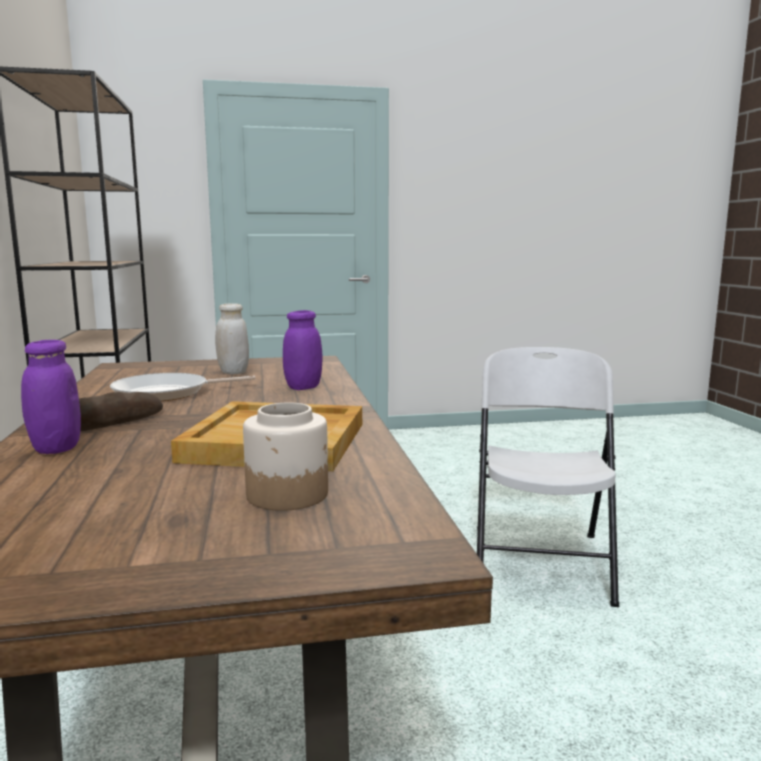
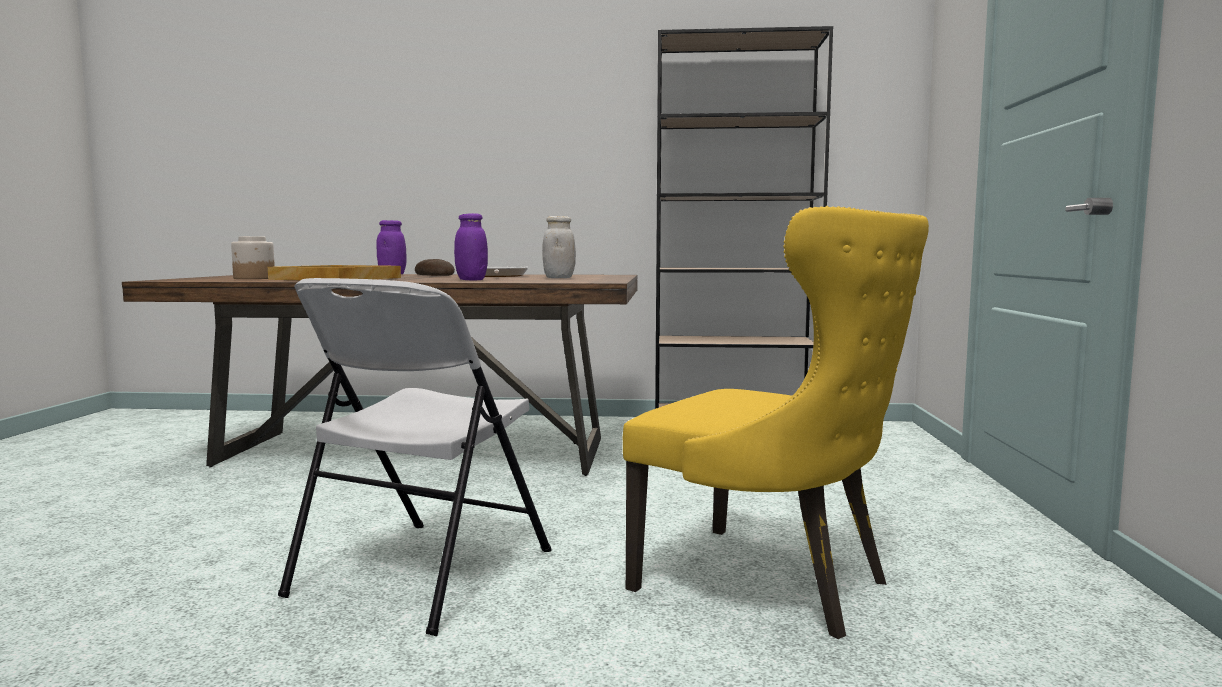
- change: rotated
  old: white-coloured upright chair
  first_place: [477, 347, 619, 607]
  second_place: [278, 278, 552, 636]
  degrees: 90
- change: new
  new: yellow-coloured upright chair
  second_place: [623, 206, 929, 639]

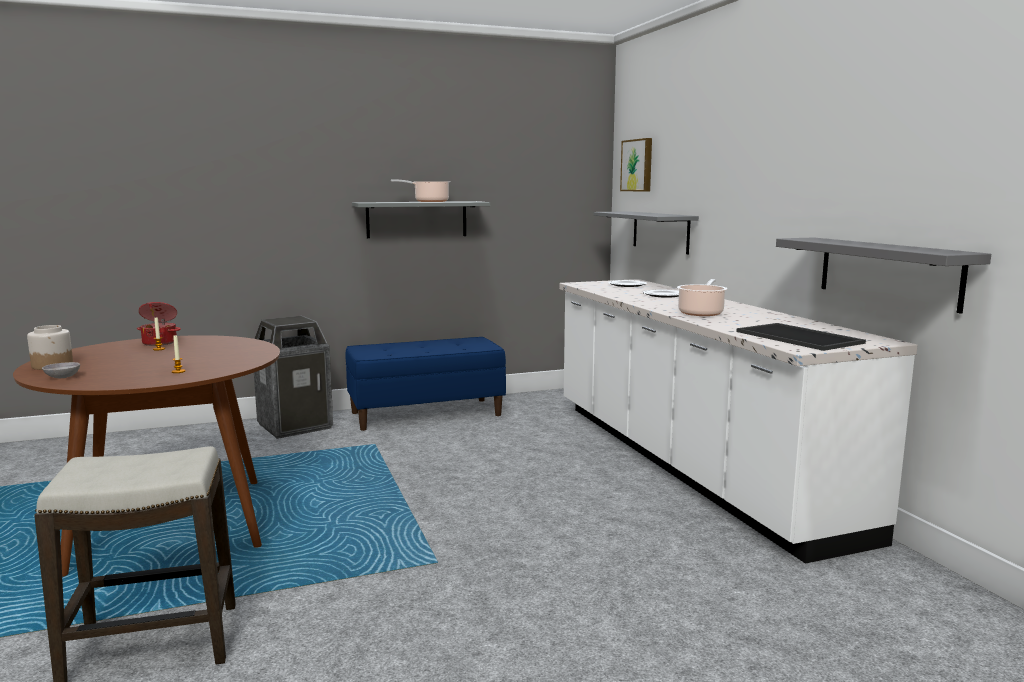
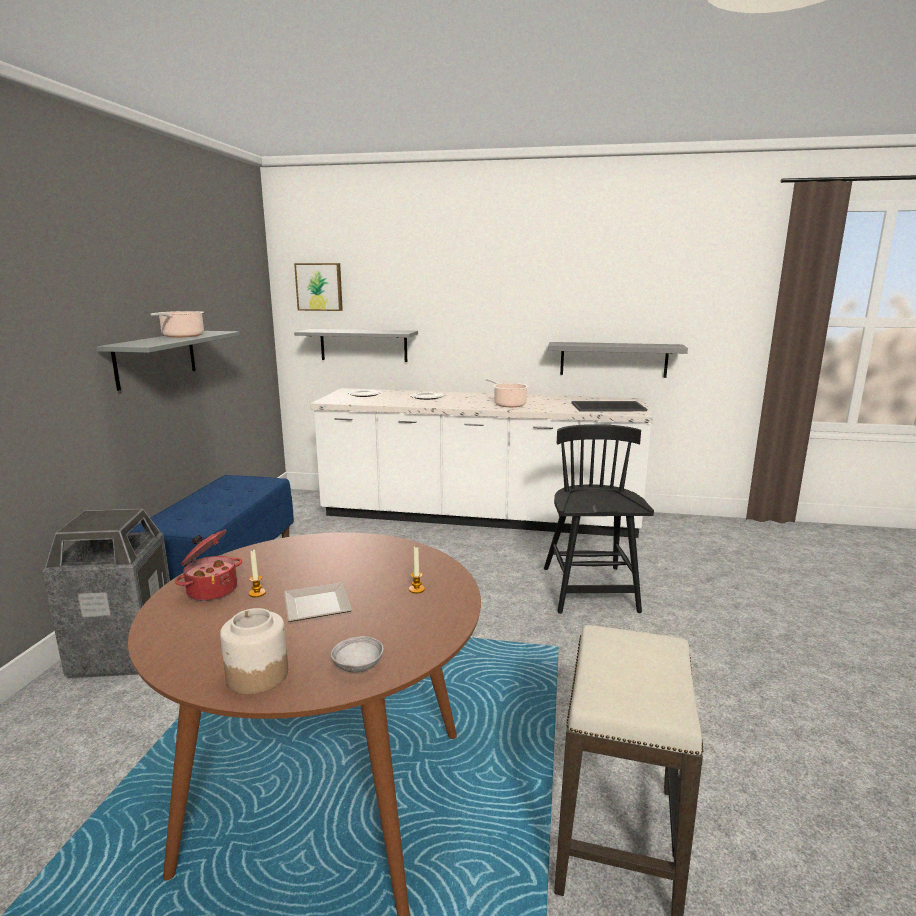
- change: new
  new: flat dish
  second_place: [284, 582, 352, 622]
- change: new
  new: blackish upright chair
  second_place: [544, 424, 654, 614]

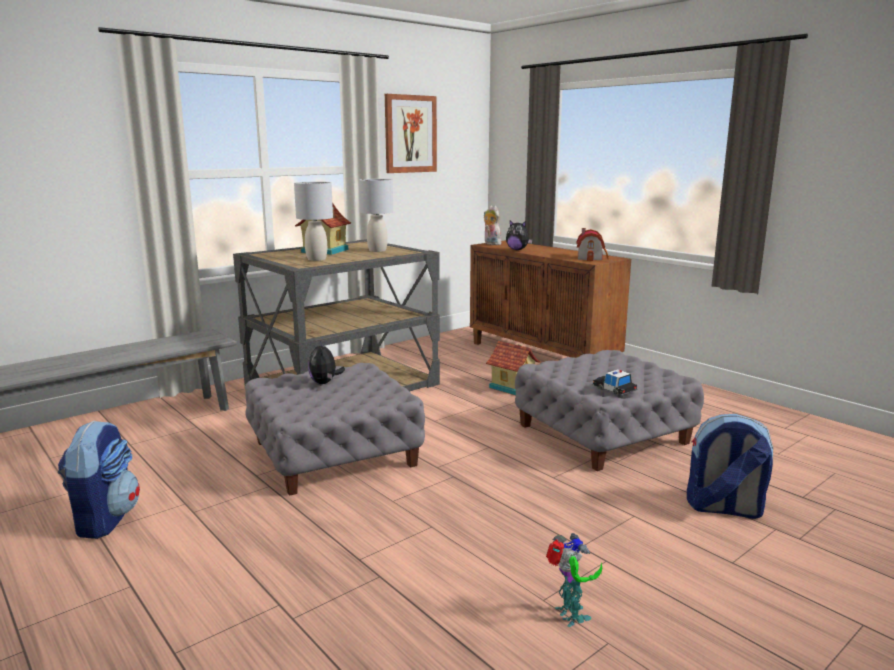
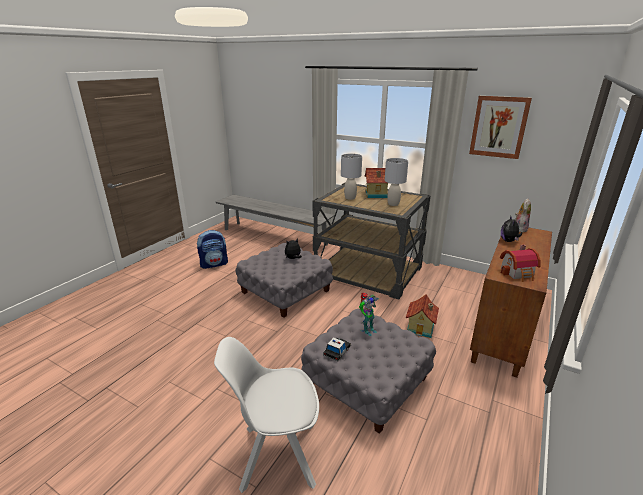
- change: swapped
  old: knapsack
  new: white-coloured upright chair
  first_place: [687, 414, 774, 519]
  second_place: [214, 337, 319, 493]
- change: shifted
  old: model robot
  first_place: [546, 533, 602, 627]
  second_place: [359, 293, 379, 336]

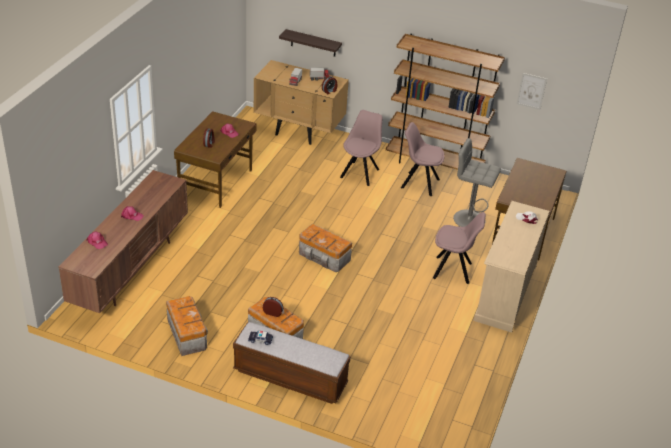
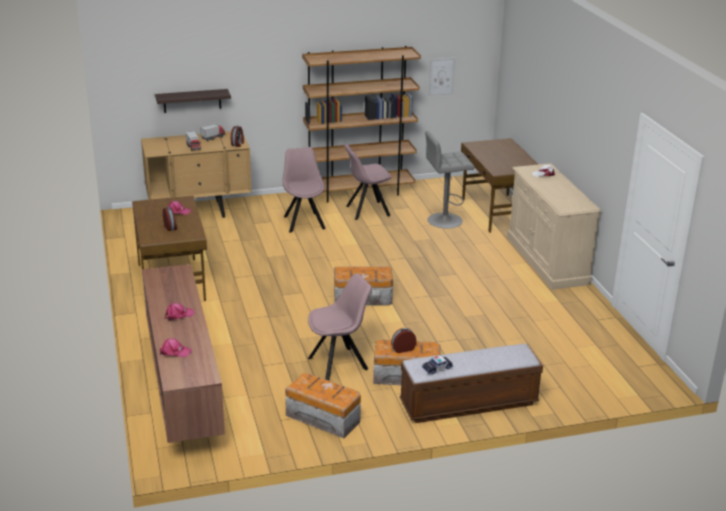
- change: shifted
  old: pink-coloured upright chair
  first_place: [433, 212, 486, 284]
  second_place: [308, 273, 372, 381]

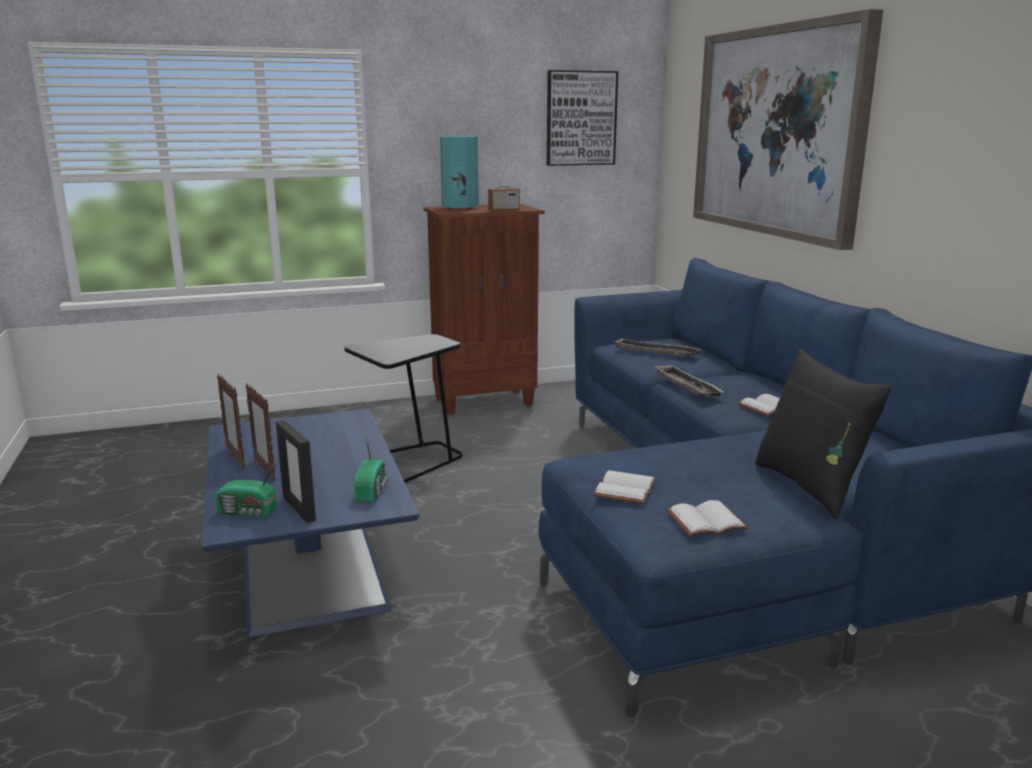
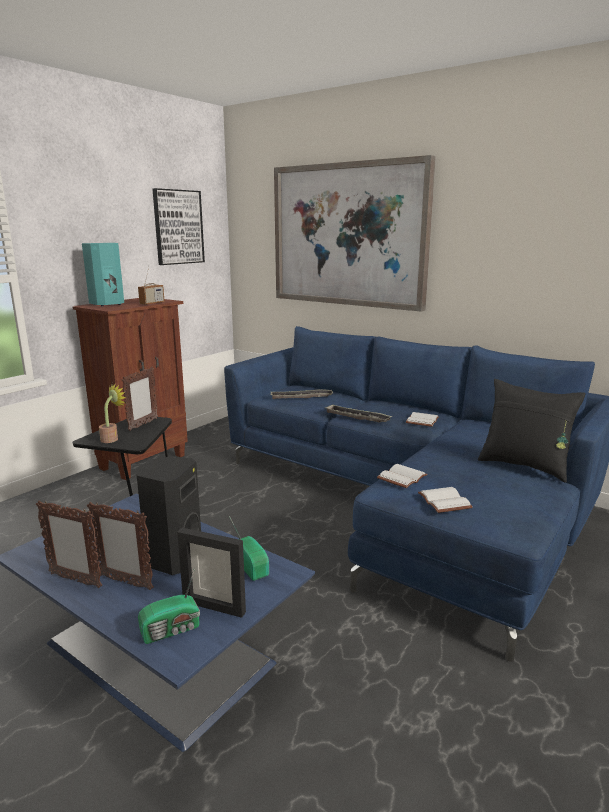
- change: new
  new: potted plant
  second_place: [99, 383, 126, 443]
- change: new
  new: picture frame
  second_place: [122, 366, 158, 431]
- change: new
  new: blackish audio speaker
  second_place: [136, 457, 201, 575]
- change: shifted
  old: white-coloured book
  first_place: [667, 500, 748, 536]
  second_place: [377, 464, 427, 488]

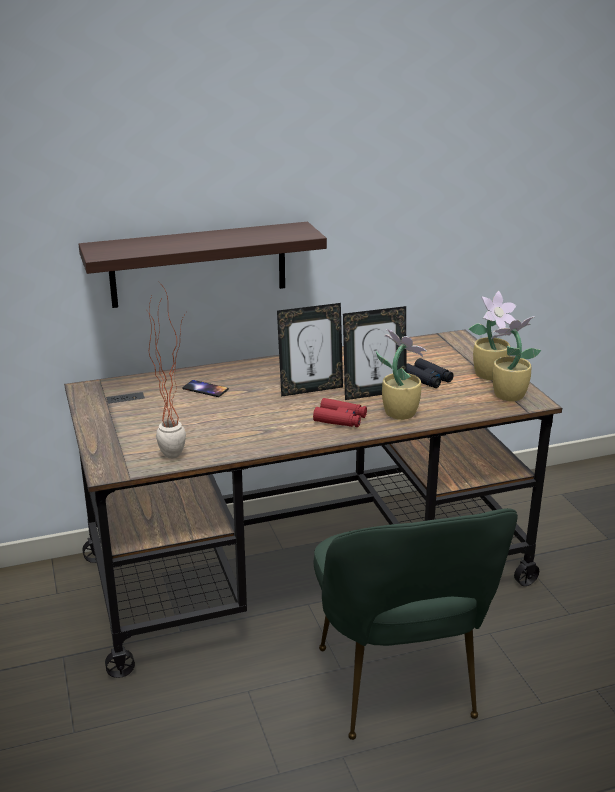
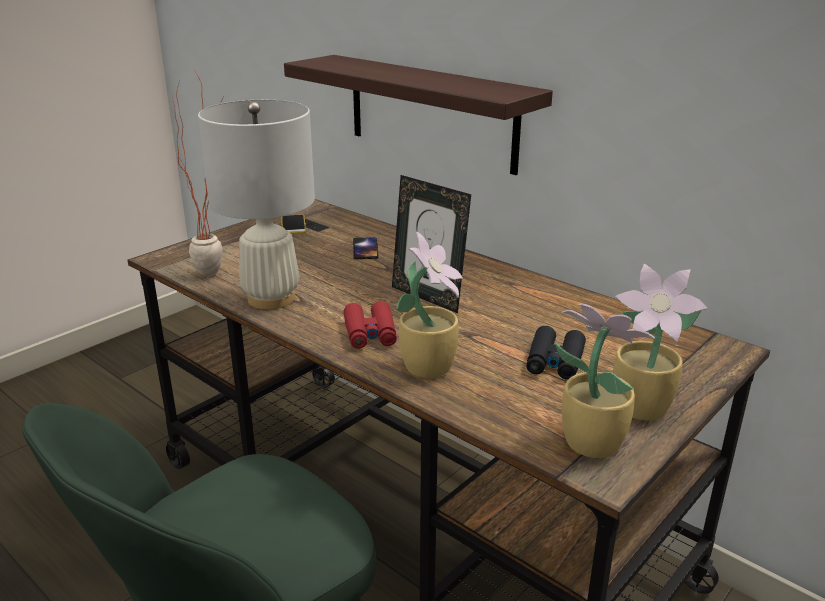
- change: new
  new: white-coloured lamp for a table
  second_place: [198, 100, 315, 310]
- change: new
  new: phone
  second_place: [281, 215, 306, 234]
- change: gone
  old: picture frame
  first_place: [343, 306, 406, 400]

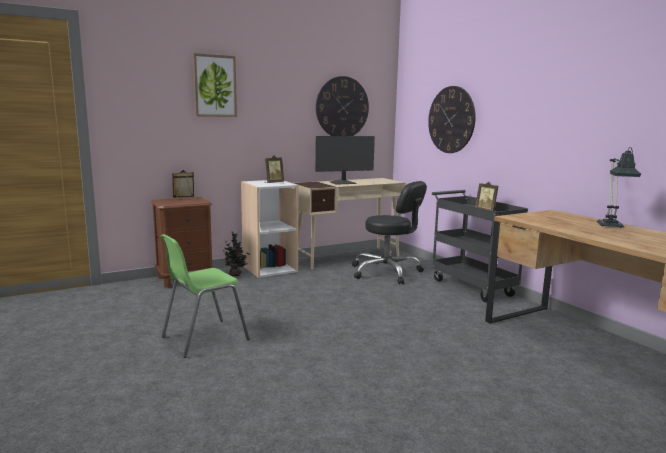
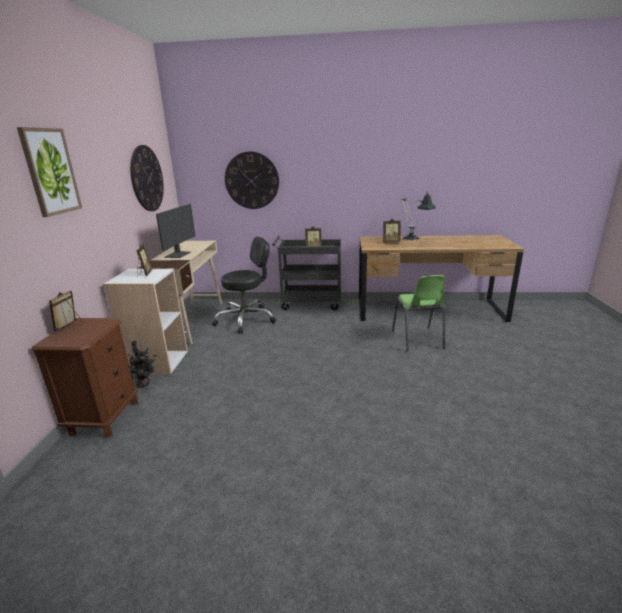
- change: new
  new: picture frame
  second_place: [383, 219, 401, 243]
- change: shifted
  old: greenish upright chair
  first_place: [161, 234, 250, 358]
  second_place: [392, 275, 445, 352]

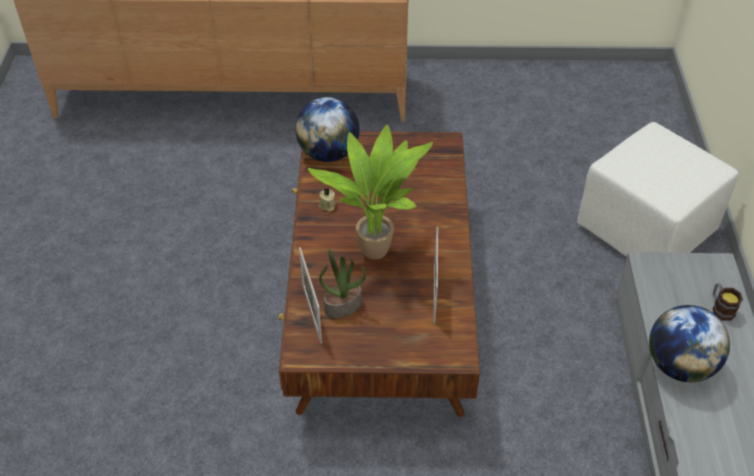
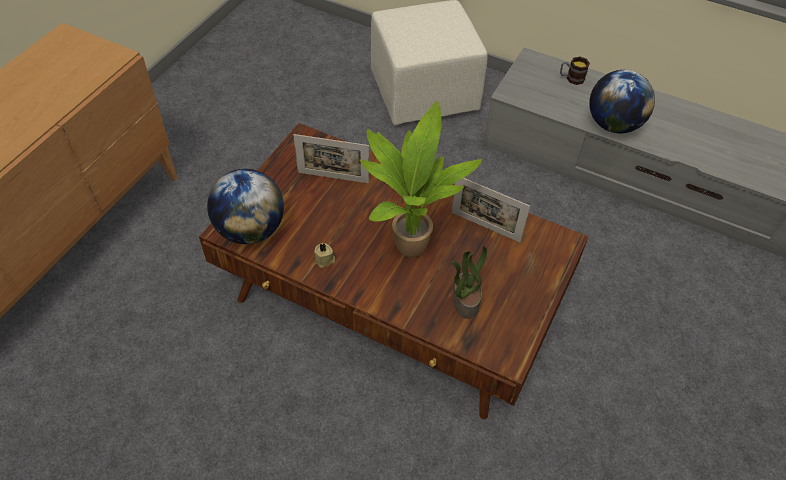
- change: shifted
  old: picture frame
  first_place: [299, 247, 322, 344]
  second_place: [293, 134, 369, 183]

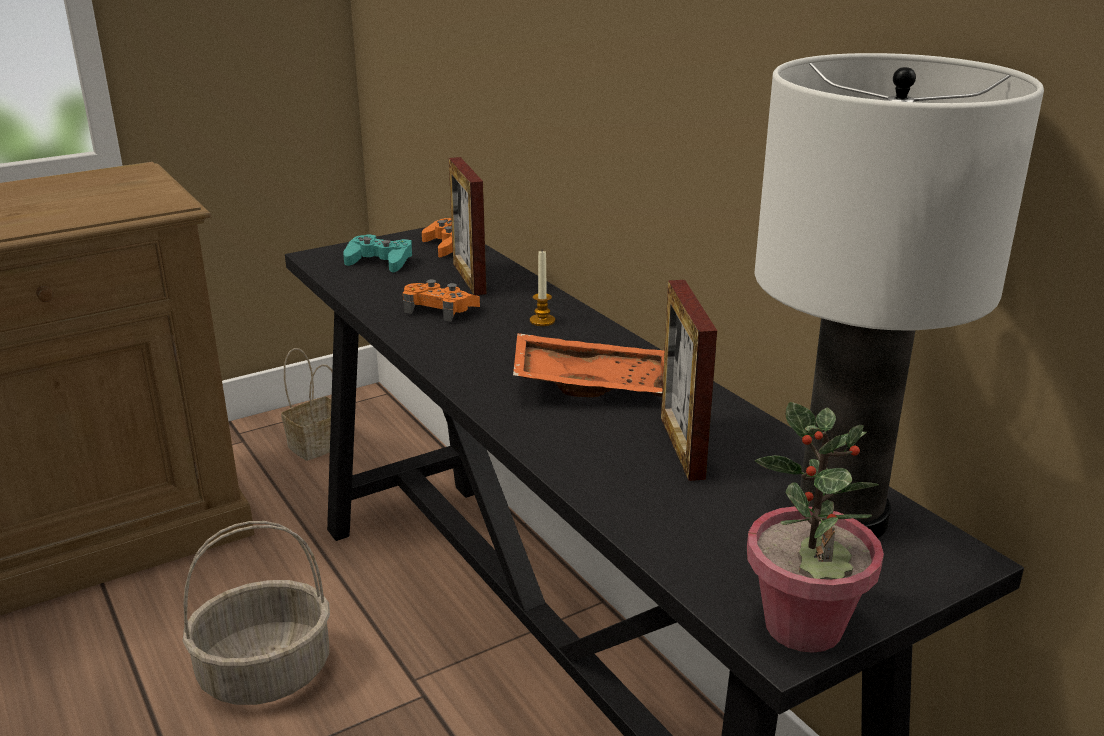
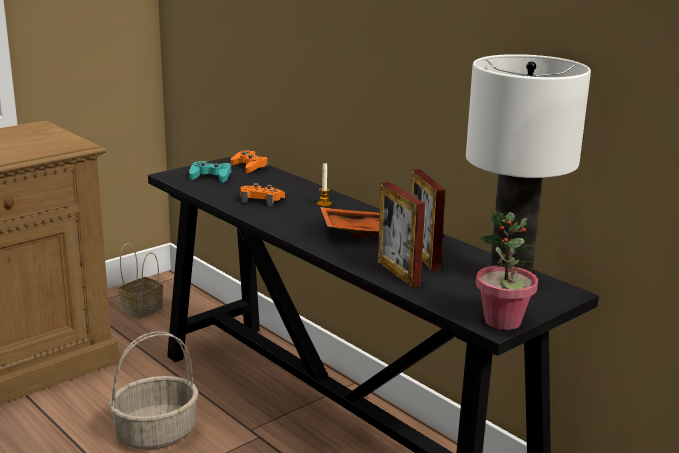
- change: shifted
  old: picture frame
  first_place: [449, 157, 486, 295]
  second_place: [378, 182, 425, 288]

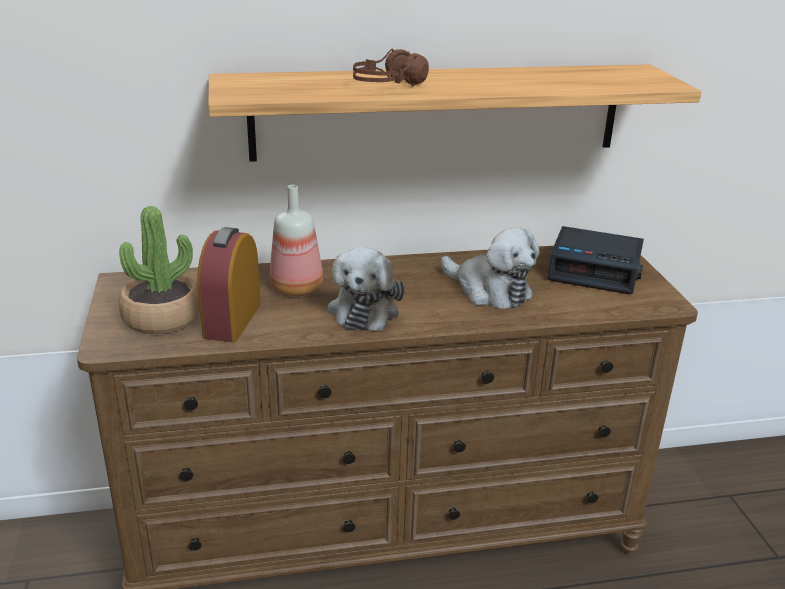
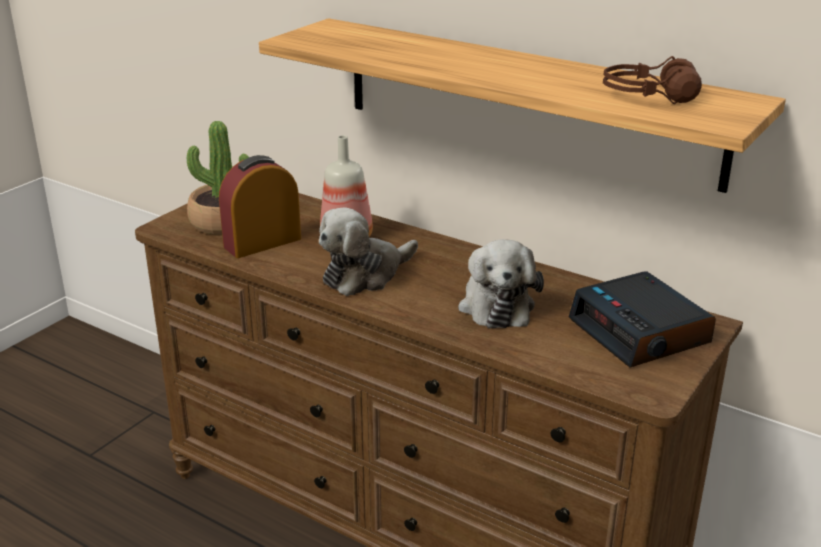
- change: shifted
  old: brown-coloured headphones
  first_place: [353, 49, 429, 86]
  second_place: [603, 56, 702, 104]

